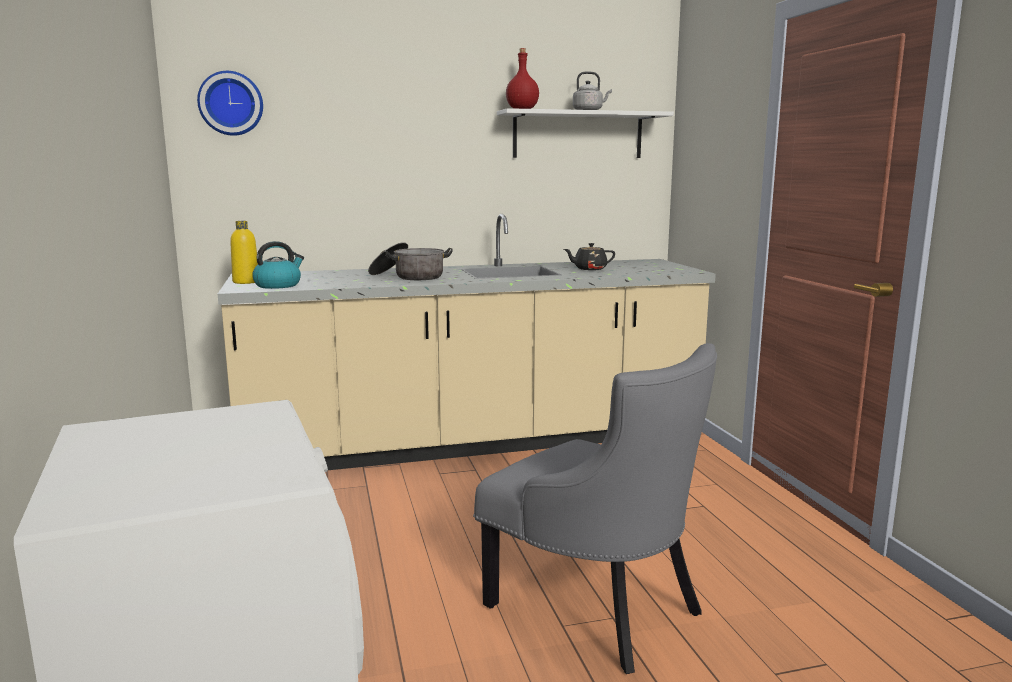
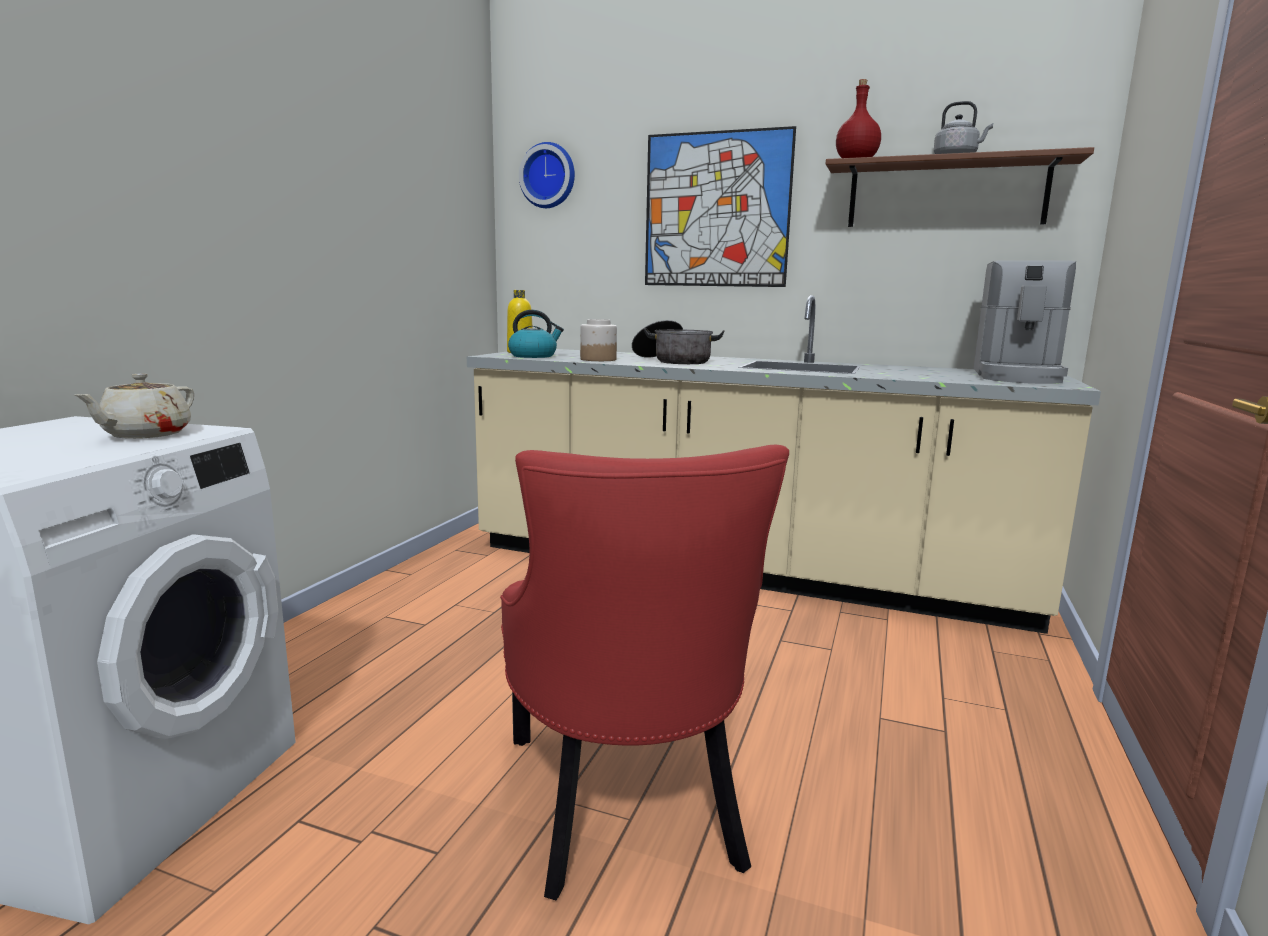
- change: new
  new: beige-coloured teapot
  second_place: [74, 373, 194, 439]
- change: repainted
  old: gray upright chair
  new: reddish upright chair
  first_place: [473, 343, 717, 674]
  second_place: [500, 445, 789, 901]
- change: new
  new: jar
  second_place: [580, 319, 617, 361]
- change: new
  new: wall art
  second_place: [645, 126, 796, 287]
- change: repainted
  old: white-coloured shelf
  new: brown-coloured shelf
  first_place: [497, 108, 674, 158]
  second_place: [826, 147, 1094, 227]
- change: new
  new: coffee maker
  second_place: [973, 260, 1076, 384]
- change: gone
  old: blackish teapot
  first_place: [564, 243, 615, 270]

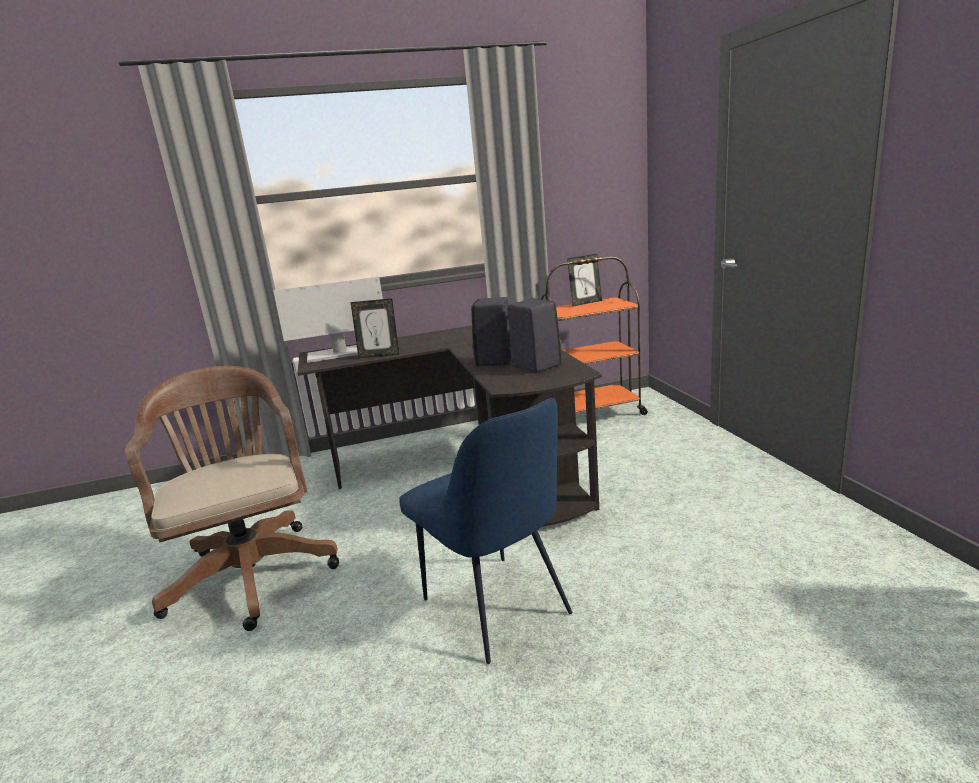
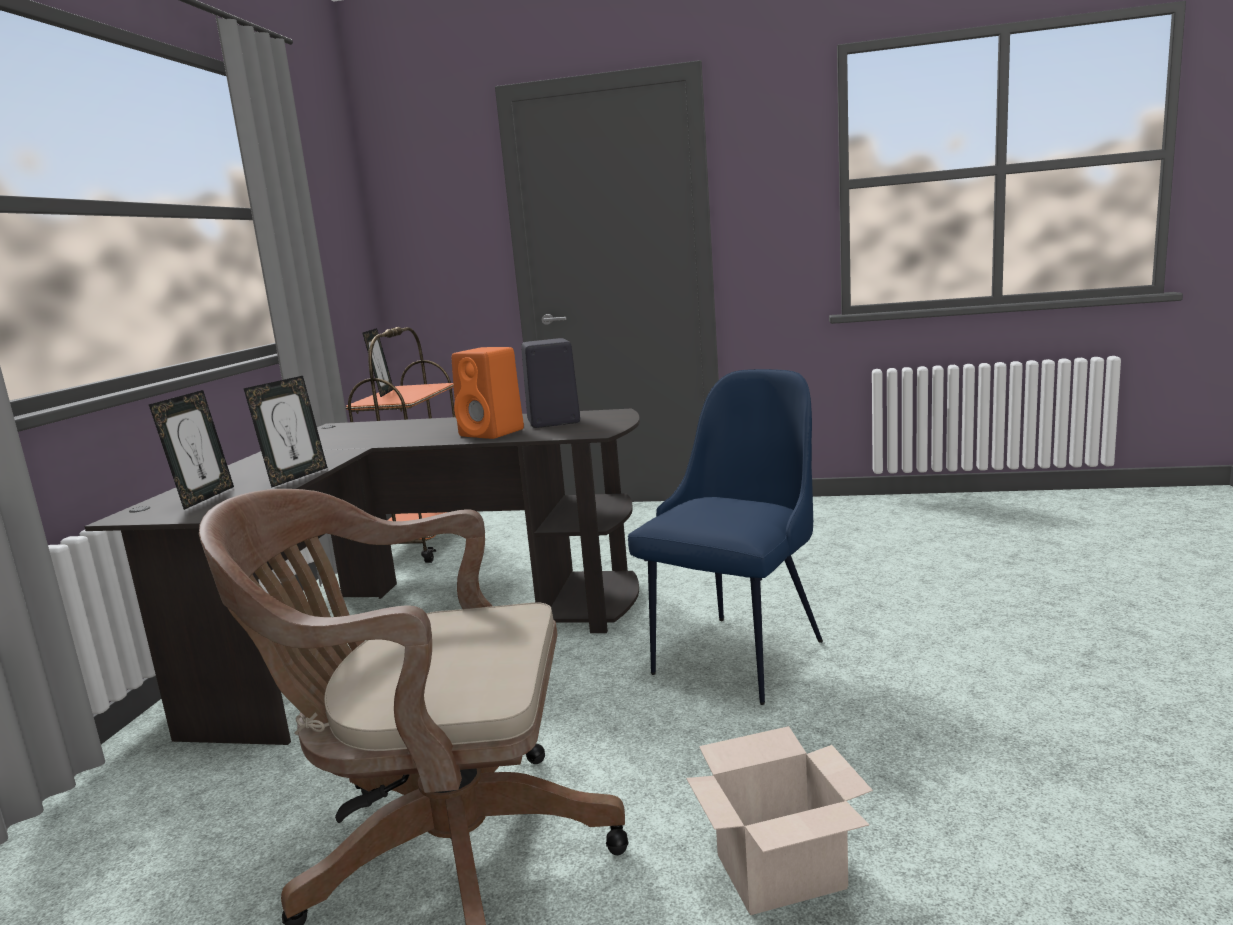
- change: swapped
  old: computer display
  new: picture frame
  first_place: [273, 277, 383, 363]
  second_place: [149, 390, 234, 510]
- change: repainted
  old: blackish audio speaker
  new: orange-coloured audio speaker
  first_place: [471, 297, 511, 366]
  second_place: [452, 347, 524, 439]
- change: rotated
  old: bluish upright chair
  first_place: [399, 398, 572, 664]
  second_place: [628, 369, 823, 705]
  degrees: -45
- change: new
  new: carton
  second_place: [686, 726, 873, 915]

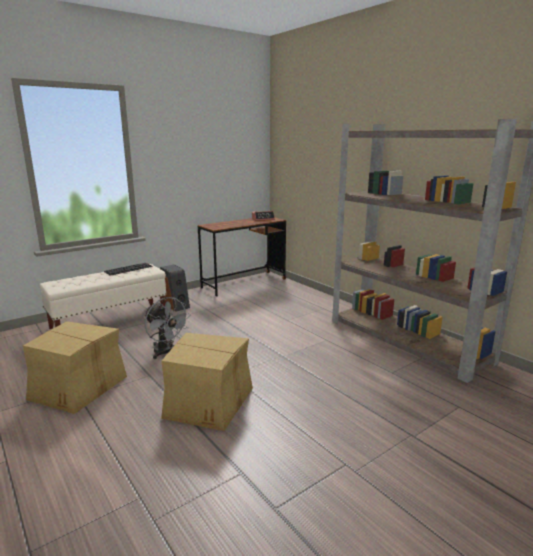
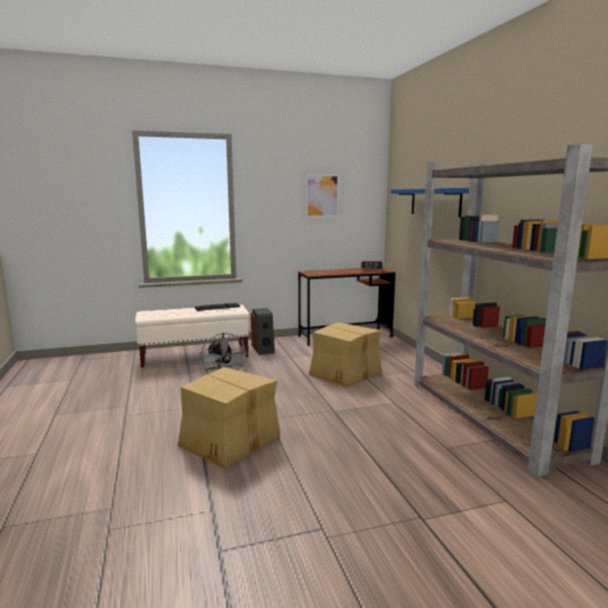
- change: new
  new: wall art
  second_place: [305, 174, 339, 218]
- change: shifted
  old: carton
  first_place: [23, 321, 127, 414]
  second_place: [309, 322, 382, 388]
- change: new
  new: bluish shelf
  second_place: [391, 188, 469, 217]

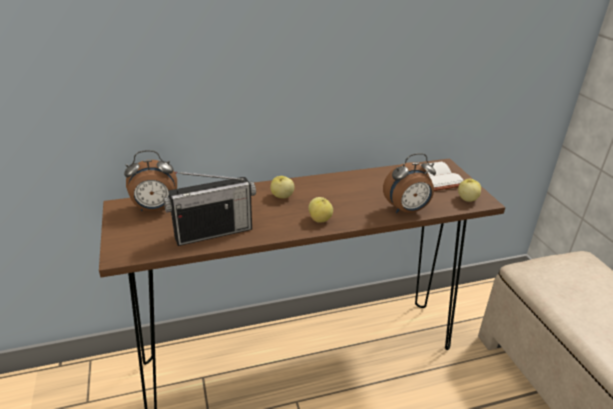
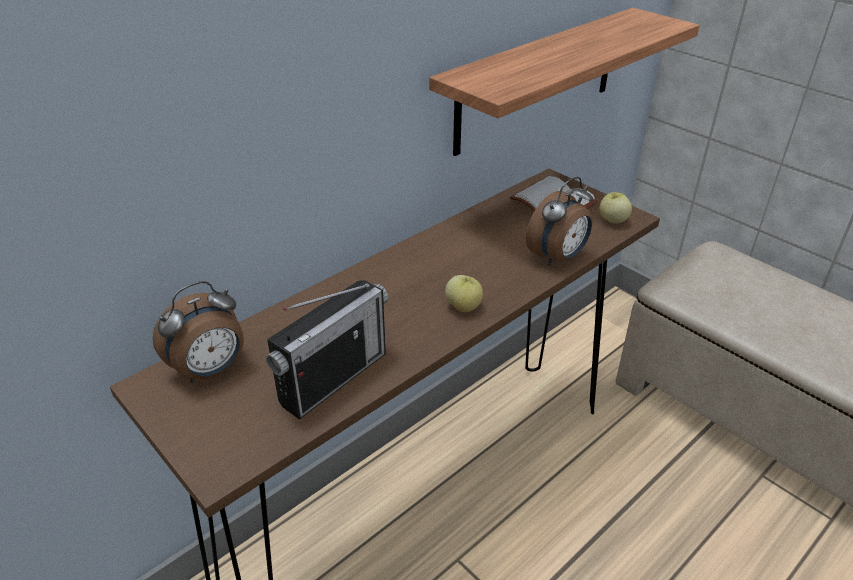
- change: new
  new: shelf
  second_place: [429, 8, 700, 156]
- change: gone
  old: apple fruit
  first_place: [270, 176, 294, 199]

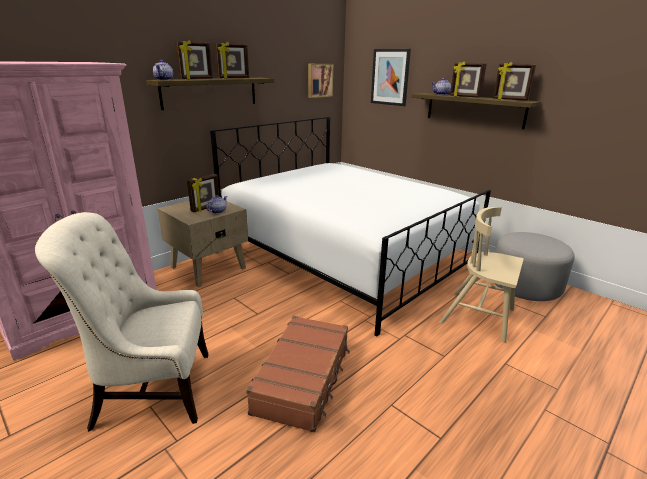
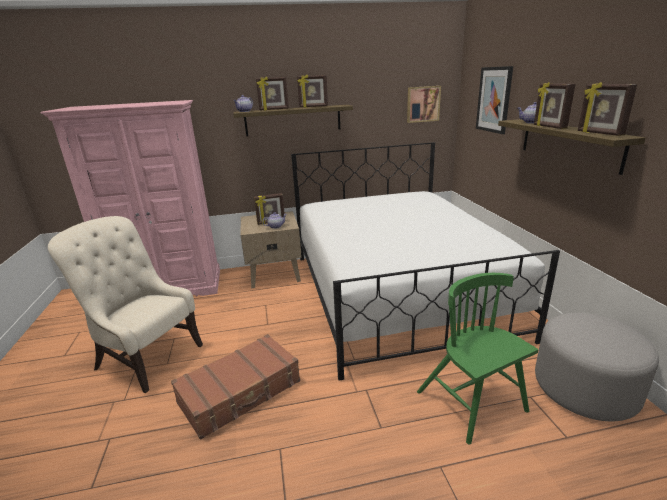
- change: repainted
  old: beige-coloured upright chair
  new: greenish upright chair
  first_place: [439, 207, 524, 343]
  second_place: [417, 273, 538, 444]

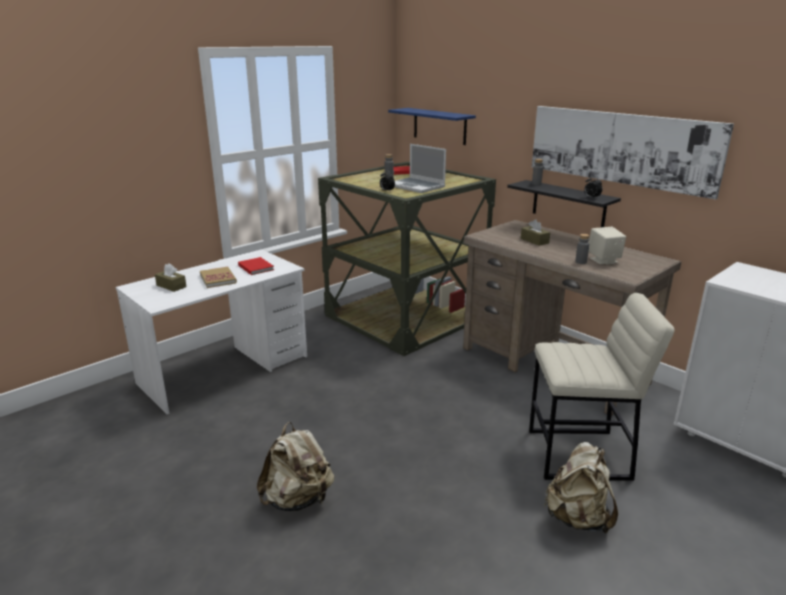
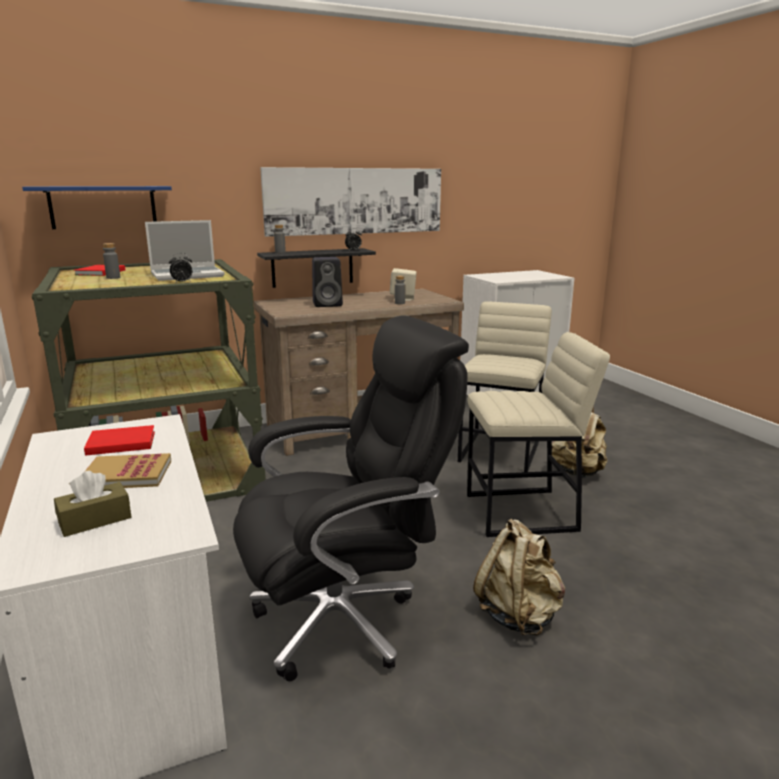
- change: new
  new: blackish computer chair
  second_place: [233, 315, 469, 681]
- change: swapped
  old: brown-coloured box of tissues
  new: blackish audio speaker
  first_place: [521, 219, 550, 246]
  second_place: [312, 257, 343, 307]
- change: new
  new: beige-coloured upright chair
  second_place: [467, 332, 610, 537]

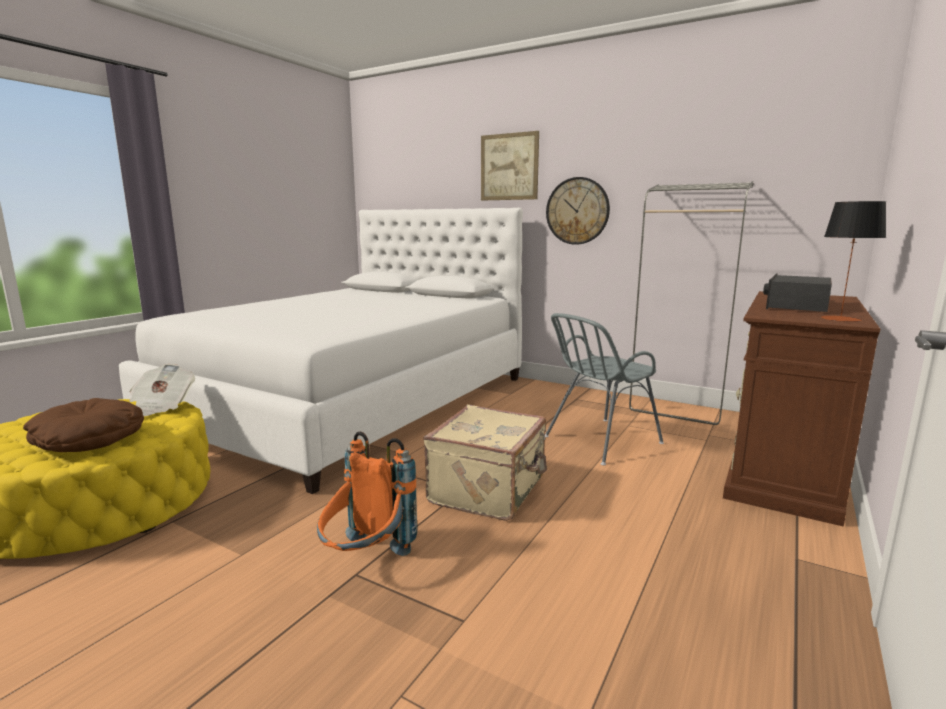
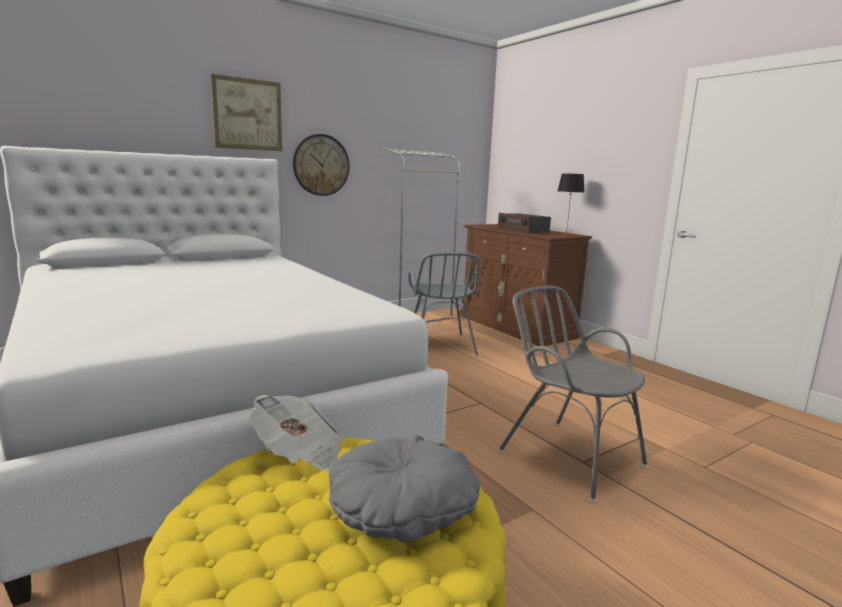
- change: repainted
  old: brown-coloured pillow
  new: gray pillow
  first_place: [23, 398, 144, 452]
  second_place: [329, 435, 480, 543]
- change: swapped
  old: orange-coloured knapsack
  new: gray upright chair
  first_place: [317, 431, 417, 556]
  second_place: [498, 286, 648, 502]
- change: gone
  old: beige-coloured suitcase
  first_place: [423, 405, 547, 521]

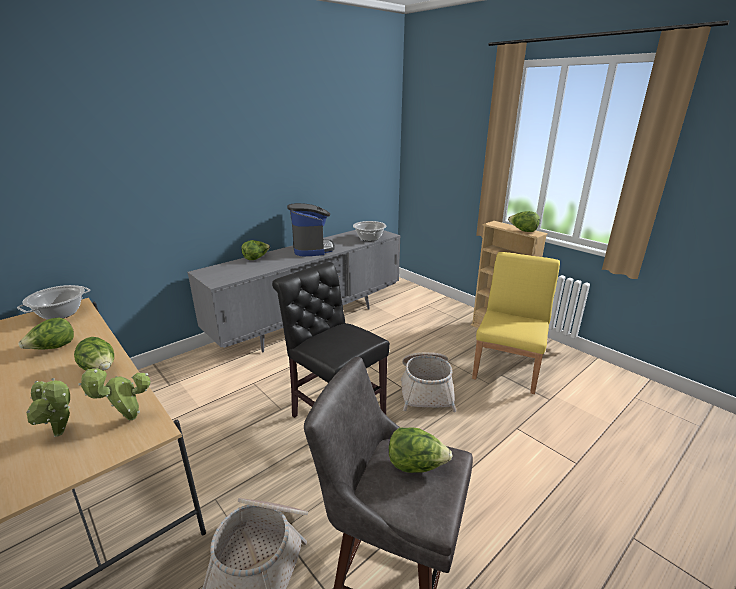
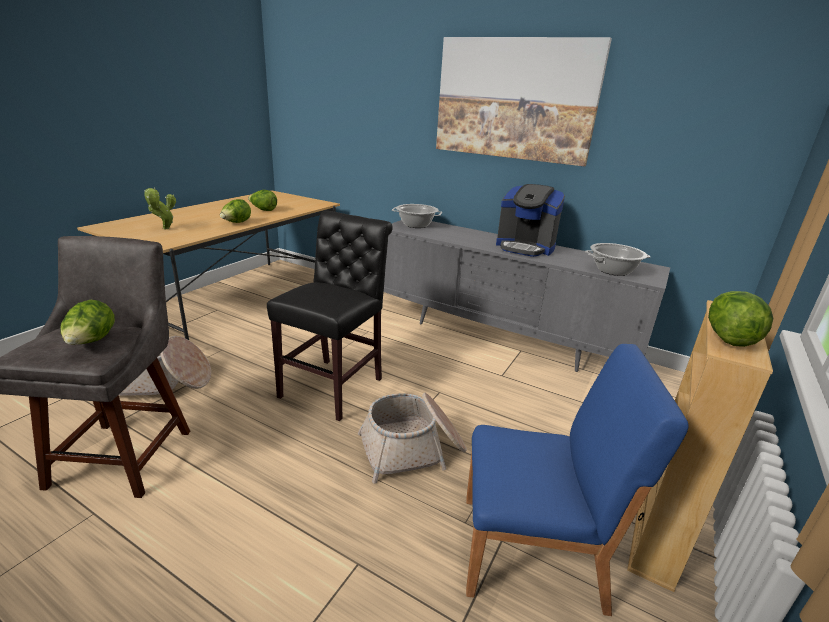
- change: shifted
  old: saucepot
  first_place: [17, 285, 91, 319]
  second_place: [392, 204, 442, 228]
- change: new
  new: wall art
  second_place: [436, 37, 612, 167]
- change: repainted
  old: yellow-coloured upright chair
  new: bluish upright chair
  first_place: [472, 252, 560, 394]
  second_place: [466, 344, 689, 616]
- change: rotated
  old: coffee maker
  first_place: [287, 203, 335, 256]
  second_place: [496, 184, 565, 257]
  degrees: 60
- change: gone
  old: potted plant
  first_place: [78, 368, 151, 420]
- change: gone
  old: lettuce
  first_place: [241, 240, 270, 260]

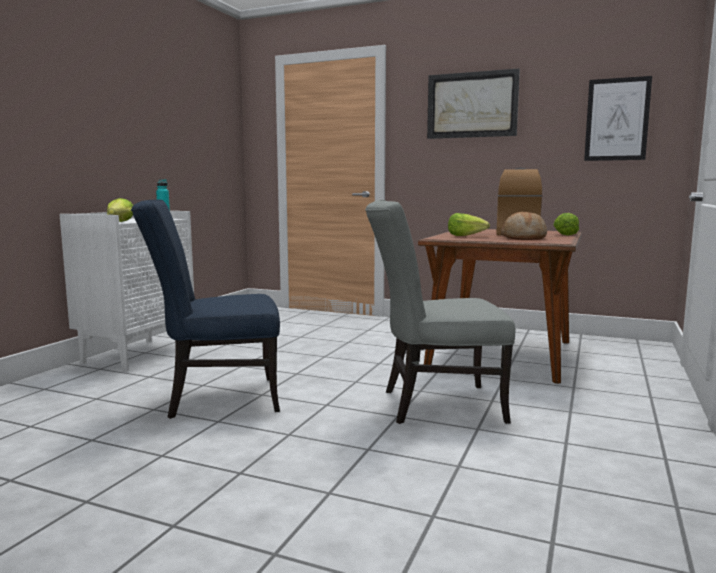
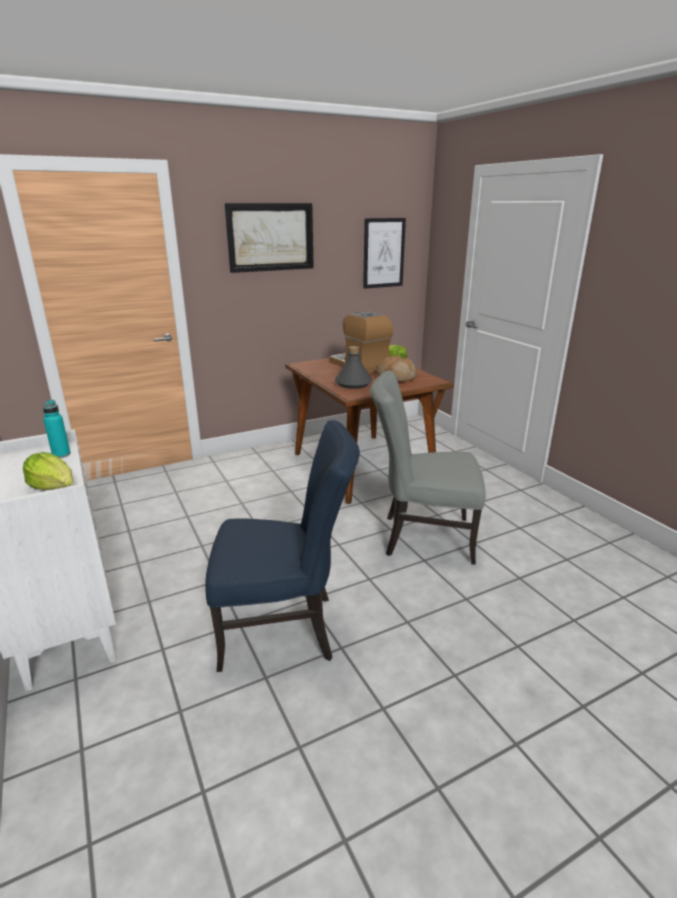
- change: rotated
  old: bluish upright chair
  first_place: [131, 199, 280, 419]
  second_place: [205, 420, 360, 672]
  degrees: -120
- change: swapped
  old: lettuce
  new: gray beverage bottle
  first_place: [448, 213, 490, 236]
  second_place: [335, 346, 373, 388]
- change: rotated
  old: gray upright chair
  first_place: [365, 200, 515, 424]
  second_place: [370, 370, 486, 565]
  degrees: 60

